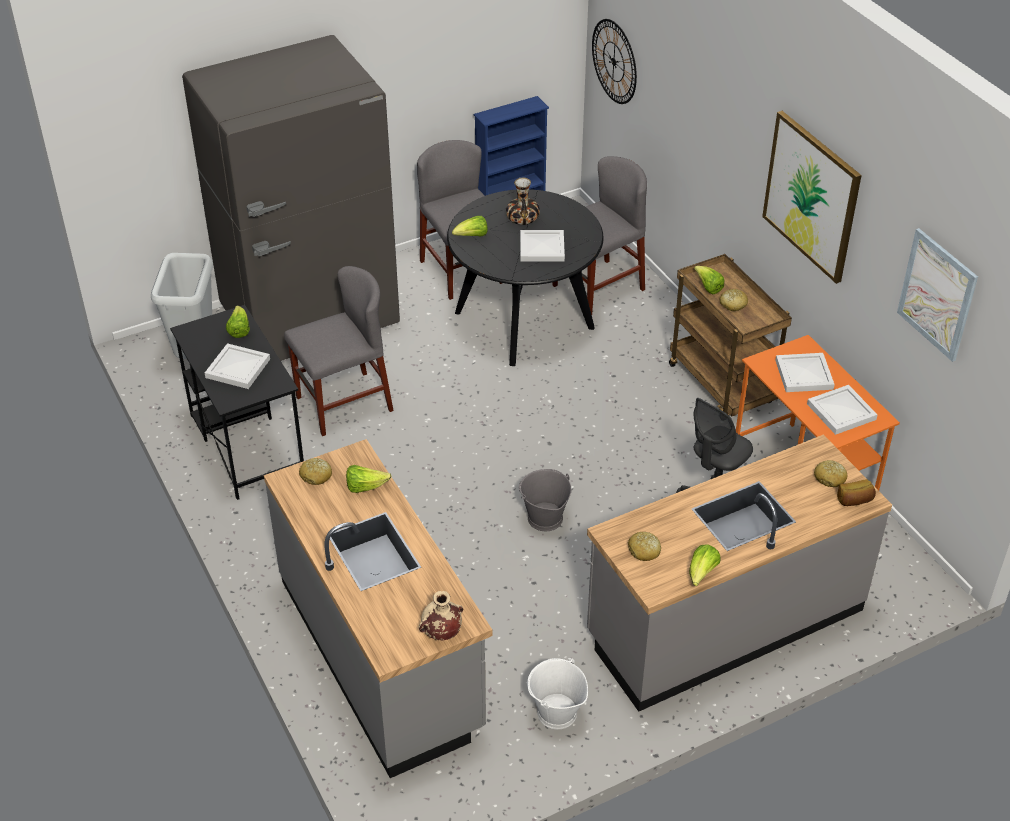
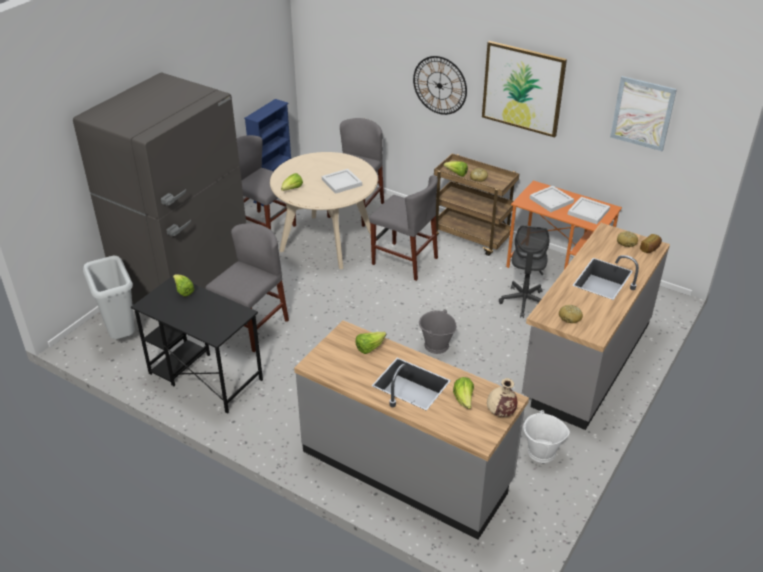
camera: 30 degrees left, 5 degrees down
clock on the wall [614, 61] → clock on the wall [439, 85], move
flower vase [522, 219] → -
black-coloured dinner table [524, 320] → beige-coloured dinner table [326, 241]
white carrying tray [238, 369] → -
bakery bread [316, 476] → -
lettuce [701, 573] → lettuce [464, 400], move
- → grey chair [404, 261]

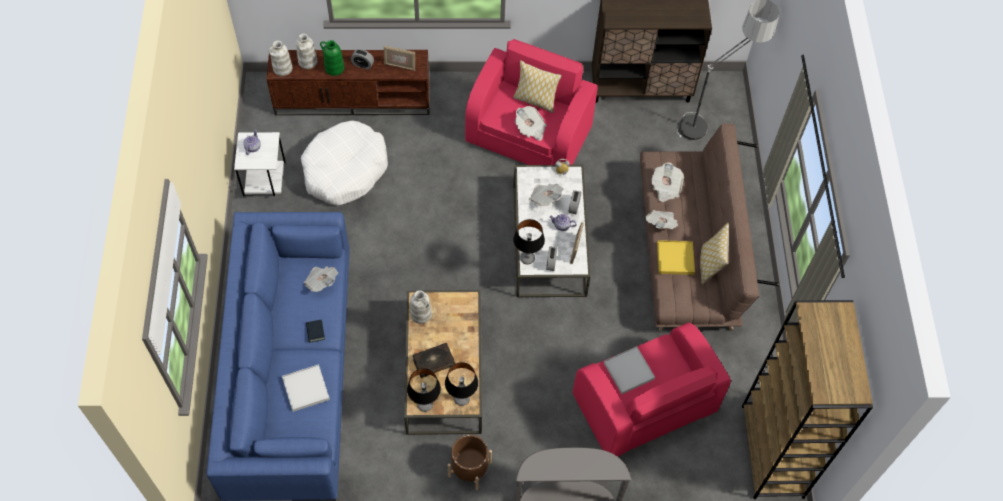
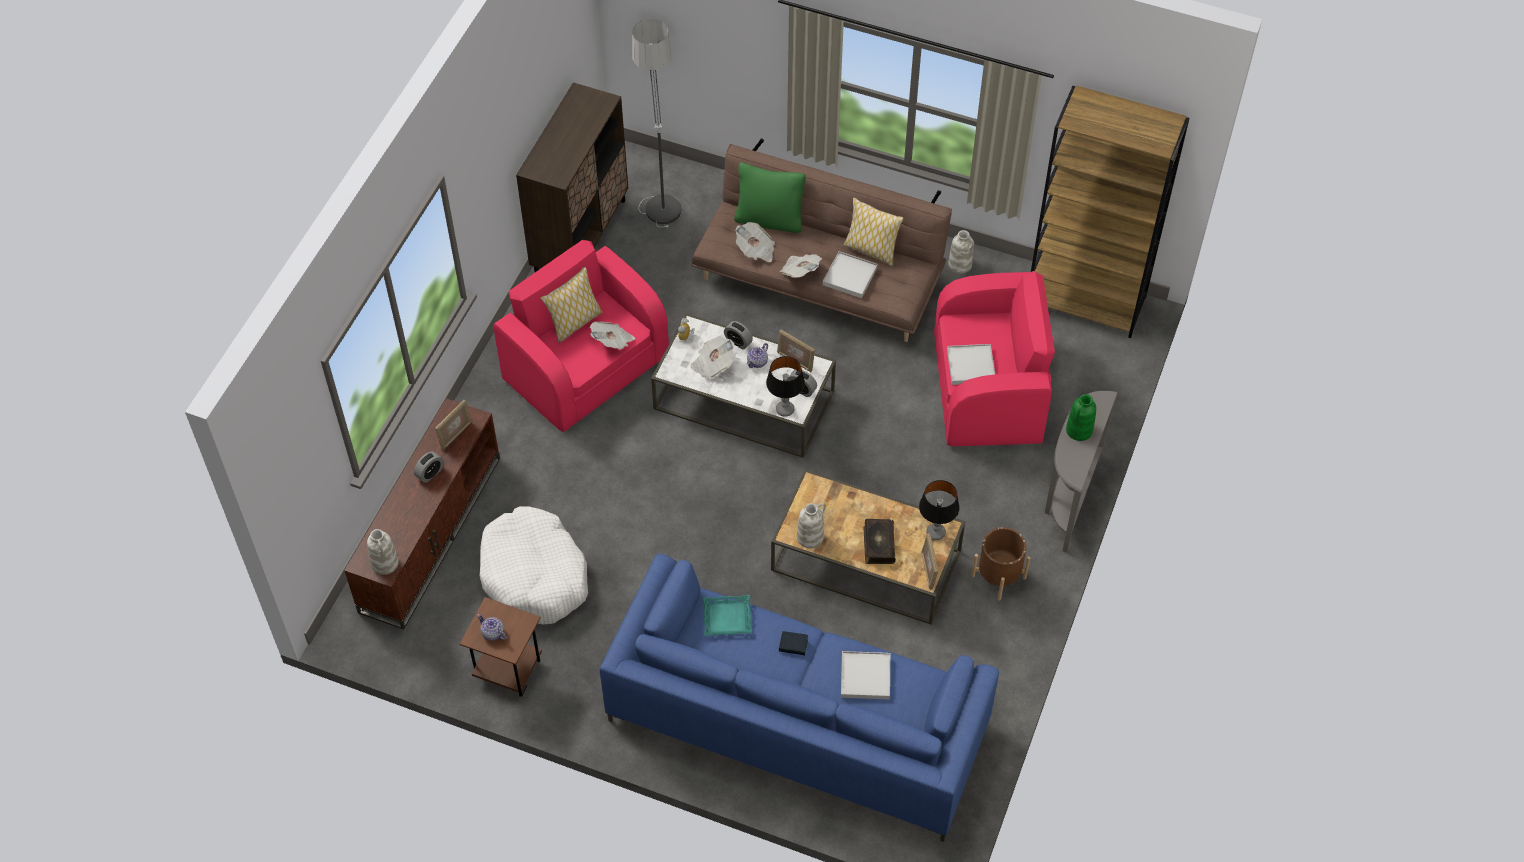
camera: 65 degrees left, 5 degrees down
white flower vase [308, 62] → white flower vase [960, 265], move
green flower vase [334, 68] → green flower vase [1079, 430], move
white accent table [265, 183] → brown-coloured accent table [507, 671]
yellow carrying tray [675, 258] → white carrying tray [849, 276]
daily paper [321, 282] → turquoise-coloured carrying tray [727, 618]
tabletop lamp [425, 405] → standing frame [928, 570]
- → green cushion [769, 219]

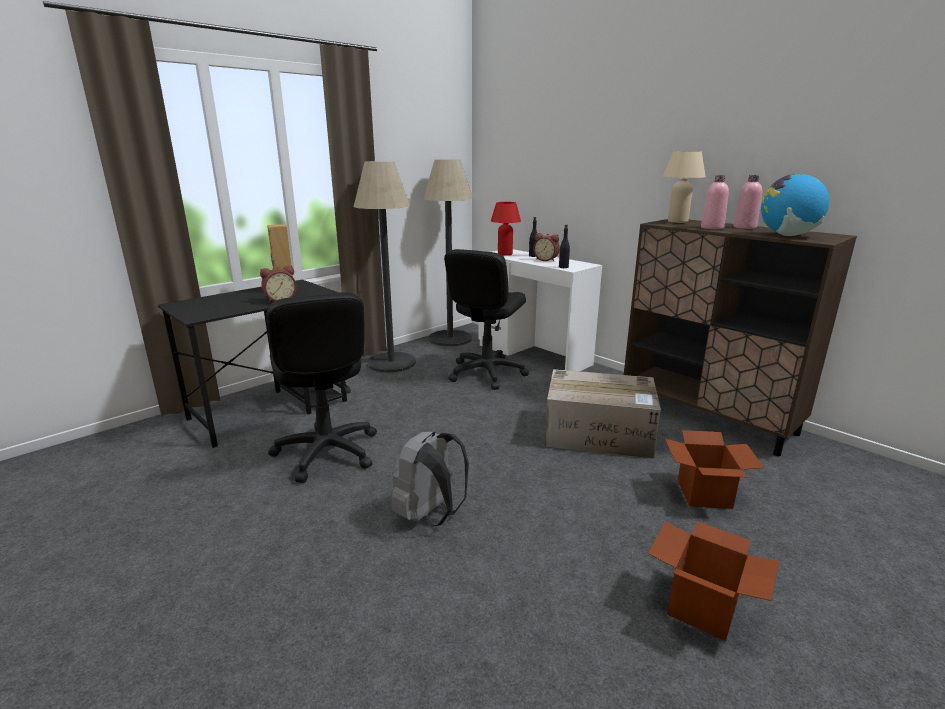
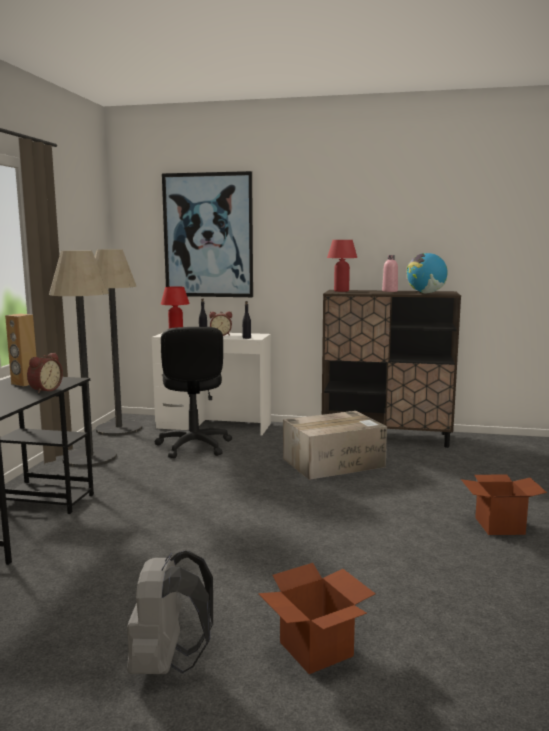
camera: 35 degrees left, 10 degrees down
beige-coloured tabletop lamp [677, 221] → red-coloured tabletop lamp [341, 291]
pink beverage bottle [712, 228] → -
black-coloured computer chair [326, 452] → -
carton [703, 494] → carton [315, 649], move
grey knapsack [430, 515] → grey knapsack [167, 663], move
- → picture [208, 235]

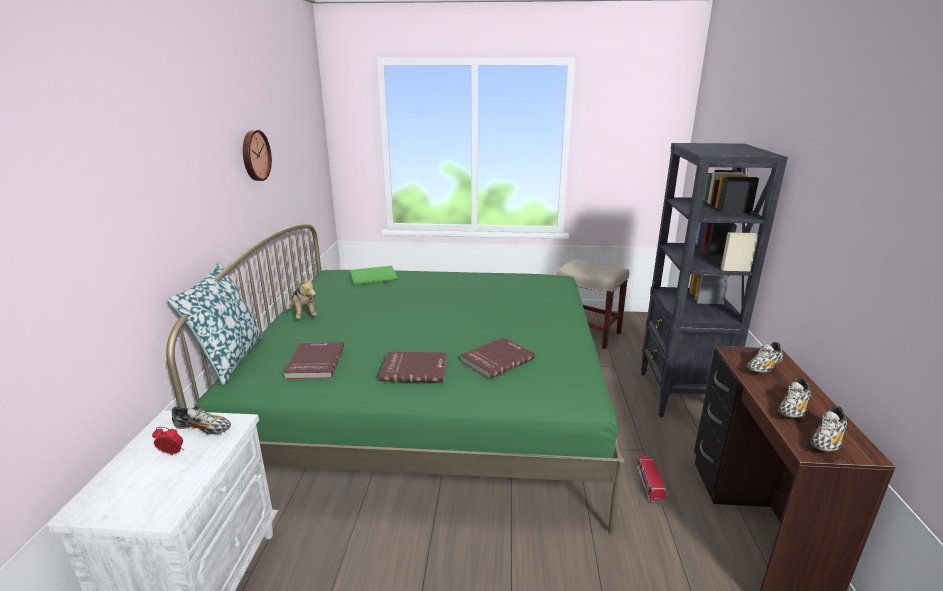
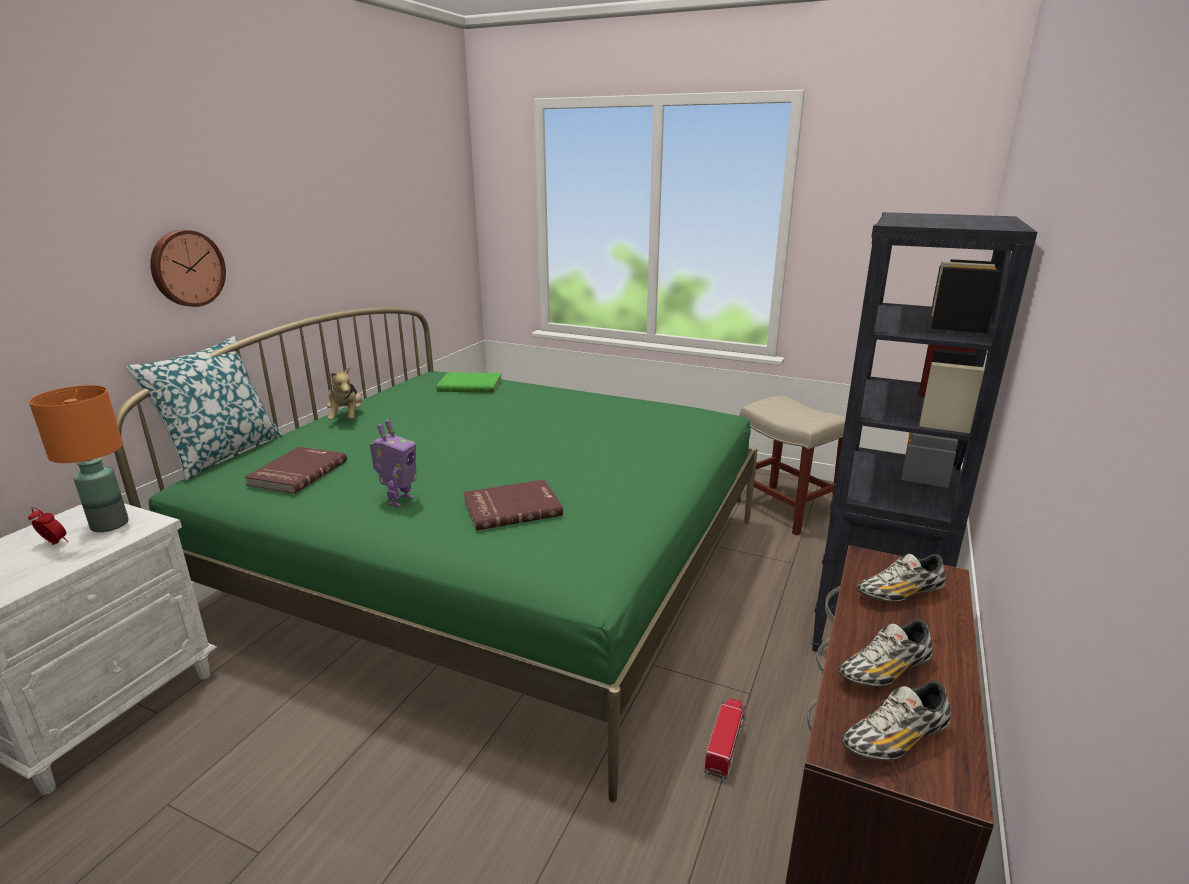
camera: 20 degrees right, 0 degrees up
clock on the wall [254, 155] → clock on the wall [186, 268], move
red-coloured volume [414, 369] → robot figure [399, 500]
item of footwear [203, 429] → orange-coloured tabletop lamp [110, 524]

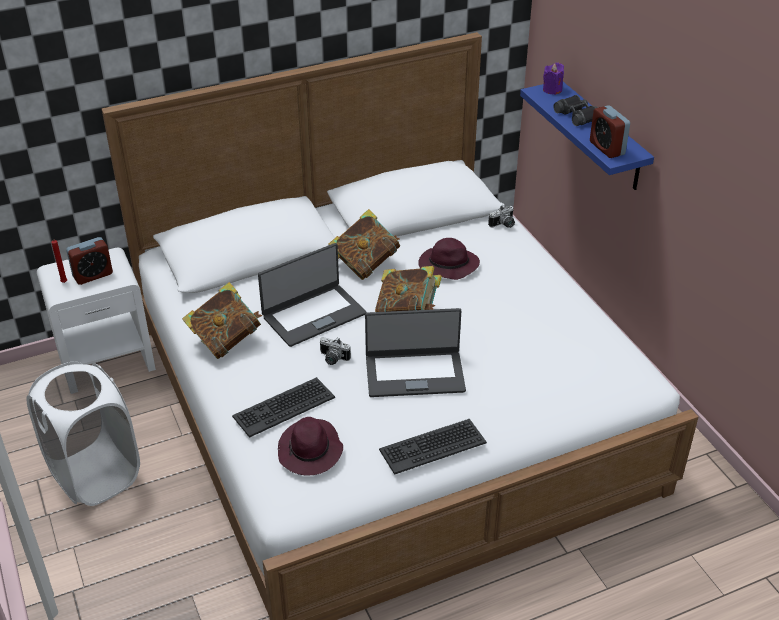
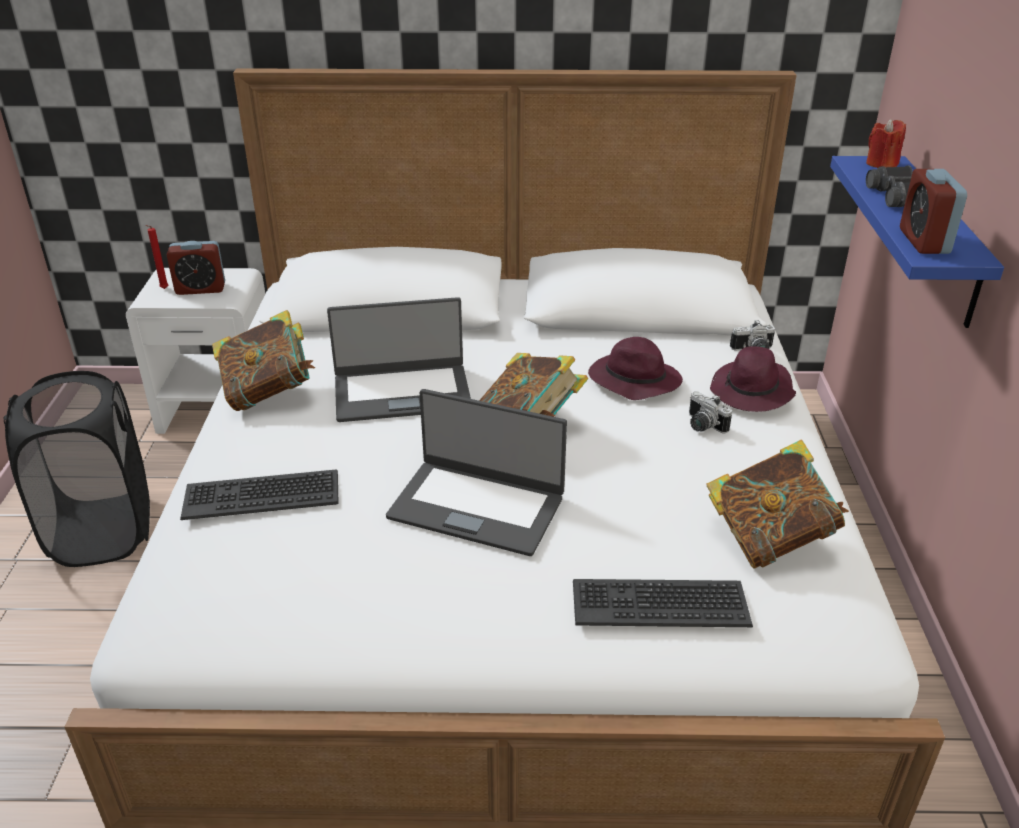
camera: 25 degrees right, 5 degrees down
purple-coloured wax candle [552, 90] → red-coloured wax candle [881, 163]
volume [365, 264] → volume [769, 539], move
still camera [332, 359] → still camera [702, 426], move
white laundry basket [95, 475] → black-coloured laundry basket [102, 531]
purple-coloured wearable hat [310, 451] → purple-coloured wearable hat [752, 391], move
computer keyboard [432, 446] → computer keyboard [660, 603], move

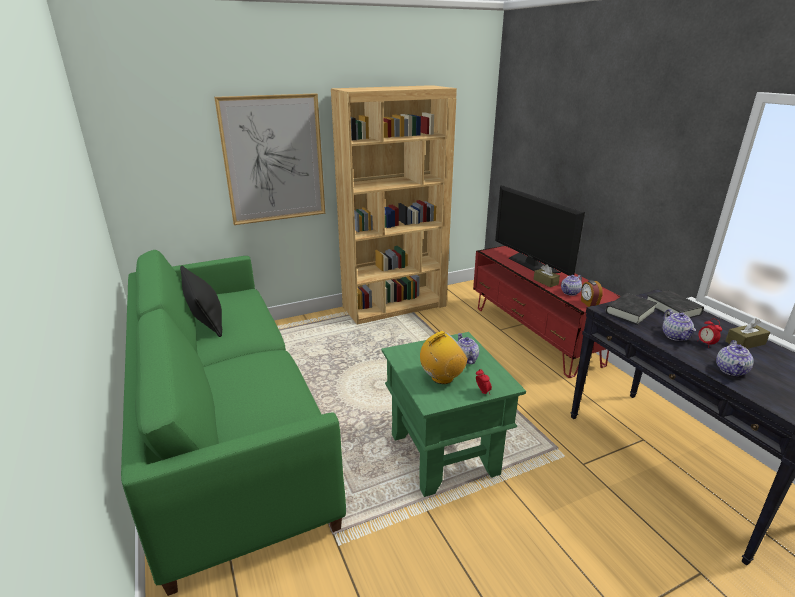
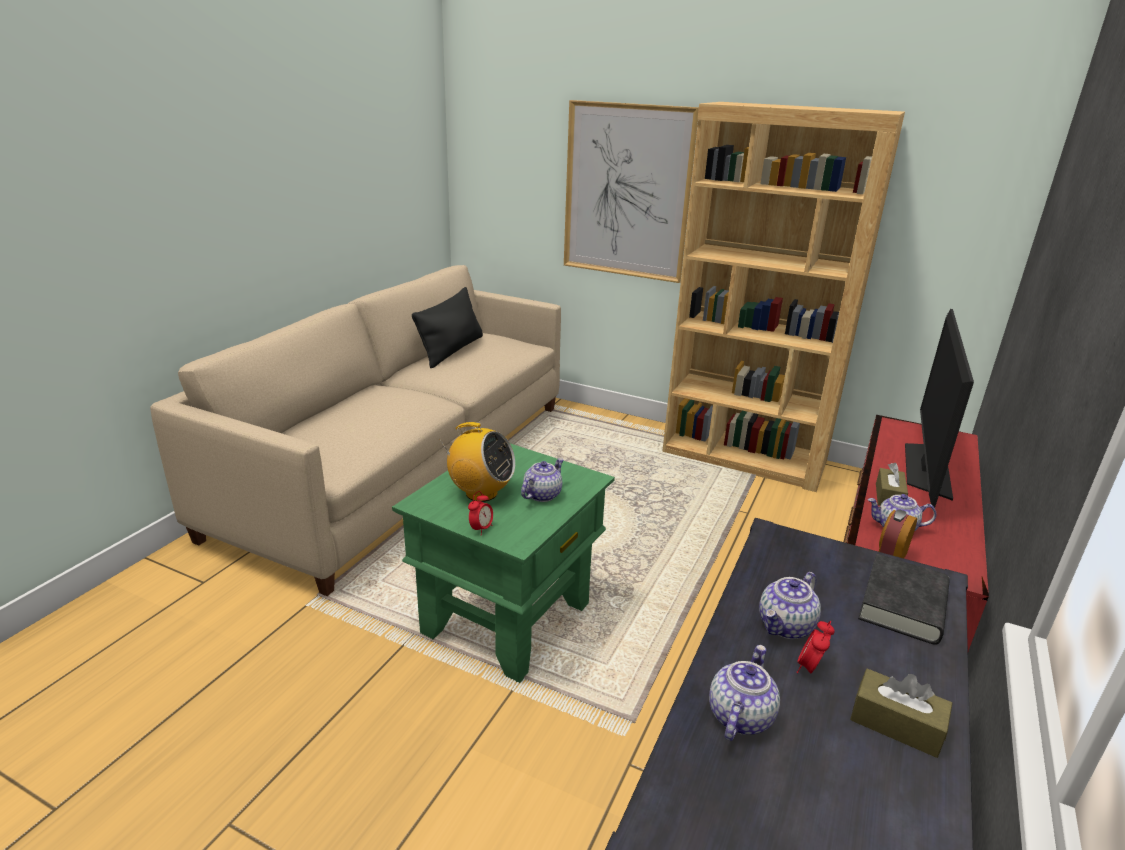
camera: 50 degrees right, 0 degrees up
green settee [226, 424] → beige-coloured settee [404, 464]
black-coloured volume [630, 312] → -
tea pot [731, 370] → tea pot [739, 715], 135 degrees clockwise

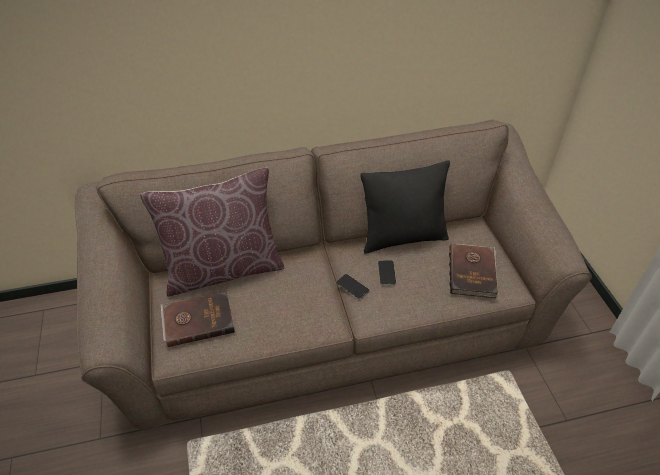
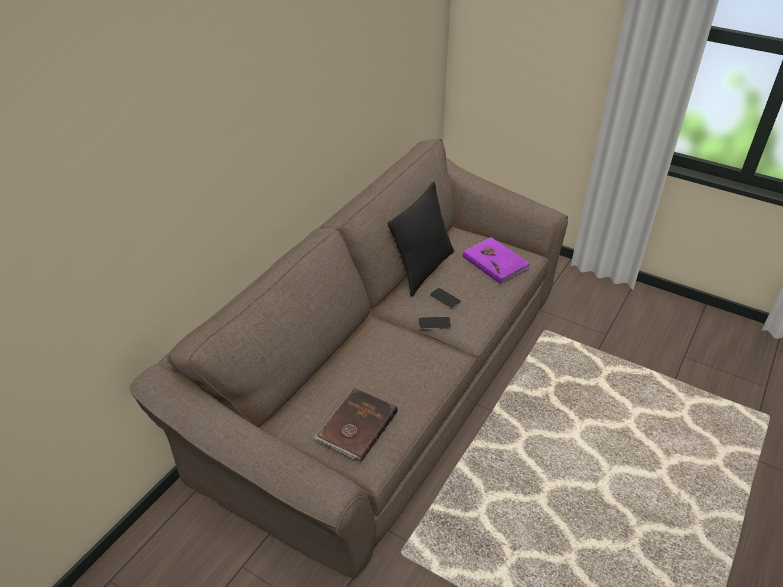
camera: 45 degrees left, 5 degrees down
brown-coloured cushion [223, 269] → -
brown-coloured volume [473, 272] → purple-coloured volume [495, 262]

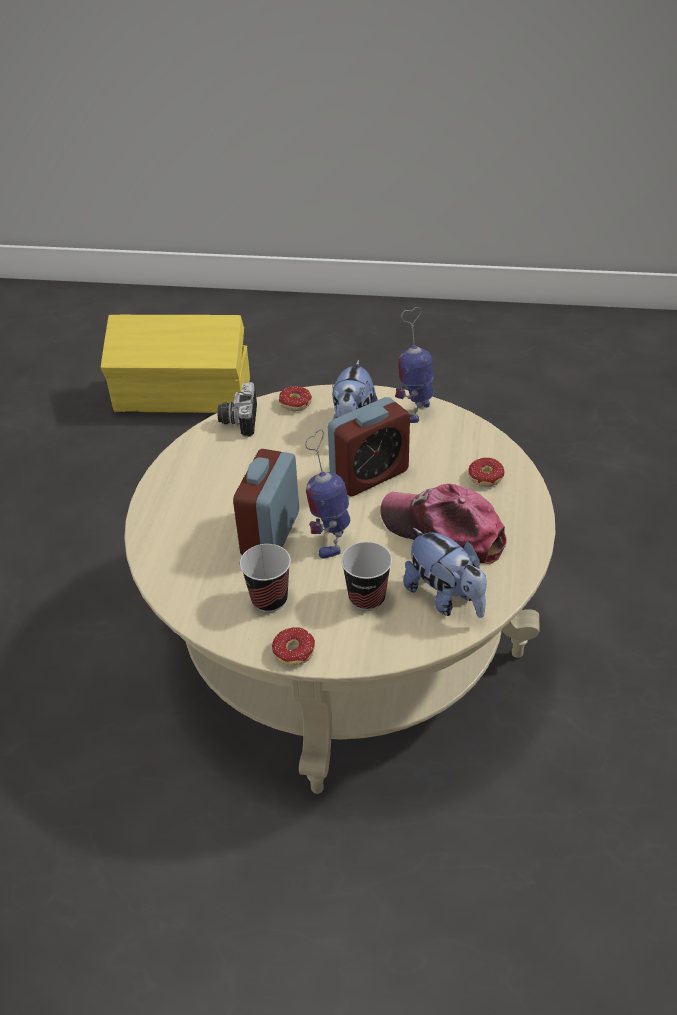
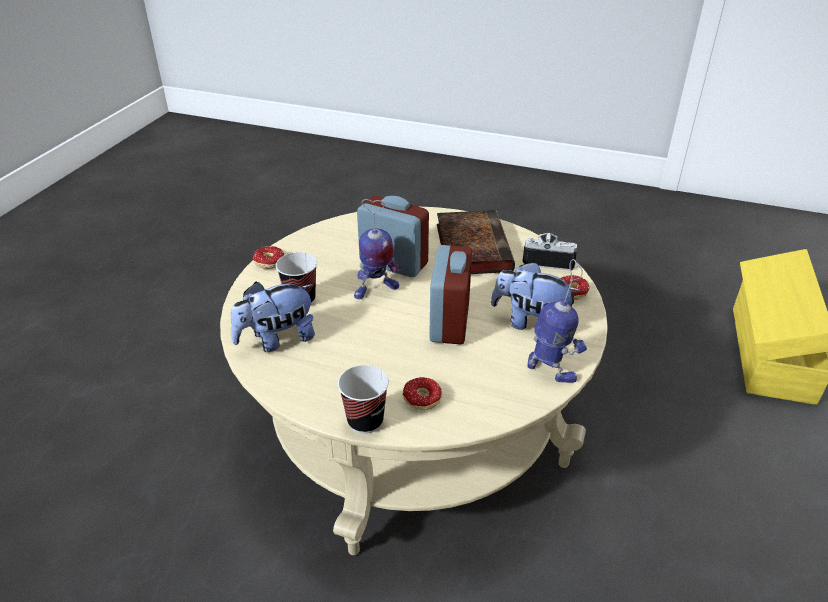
camera: 100 degrees right, 5 degrees down
alarm clock [369, 475] → alarm clock [449, 322], 150 degrees counterclockwise
robot figure [330, 538] → robot figure [375, 290], 135 degrees clockwise
peaked cap [443, 531] → -
drinking cup [269, 599] → drinking cup [365, 421], move
- → volume [471, 246]

